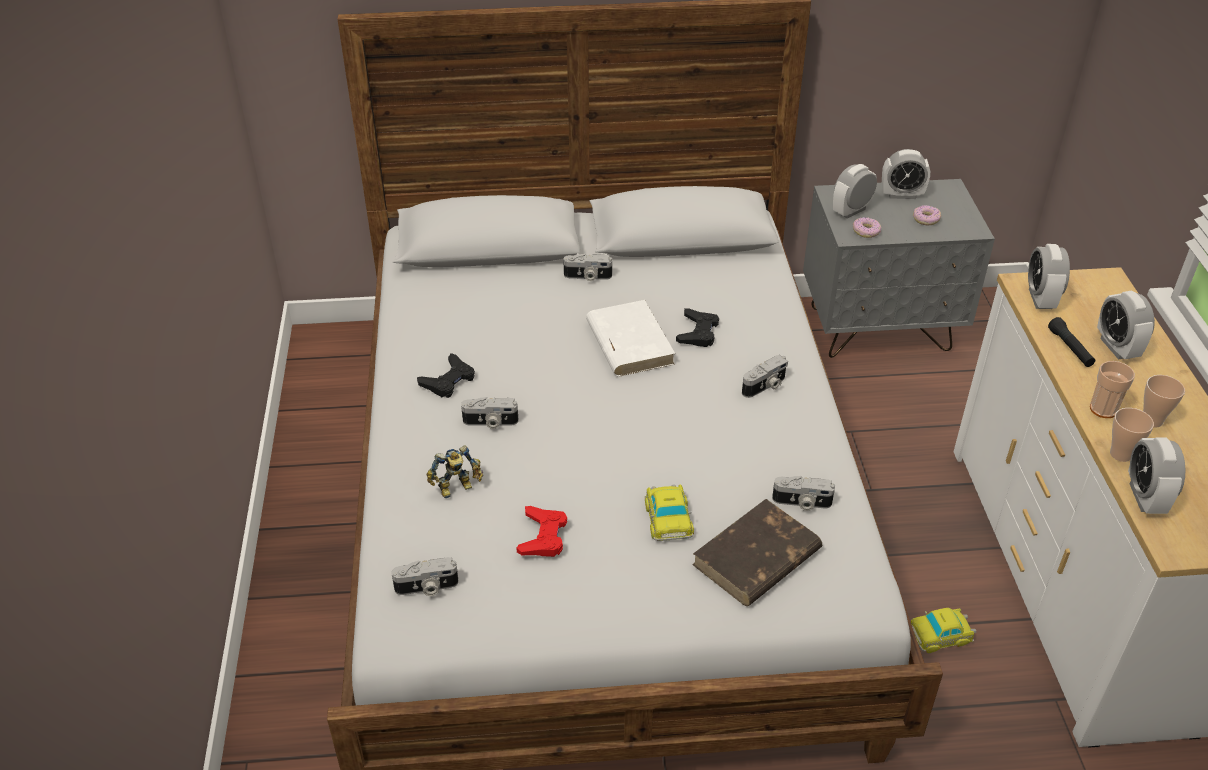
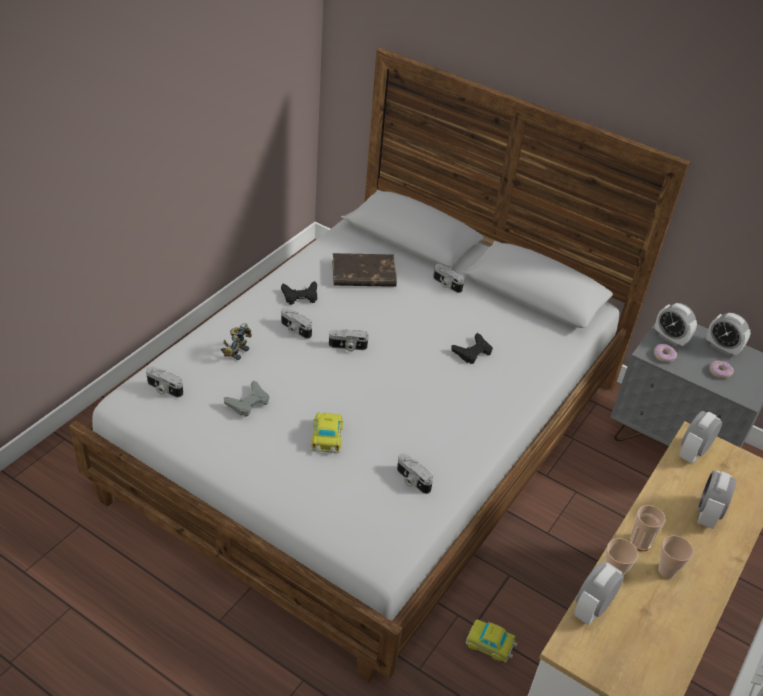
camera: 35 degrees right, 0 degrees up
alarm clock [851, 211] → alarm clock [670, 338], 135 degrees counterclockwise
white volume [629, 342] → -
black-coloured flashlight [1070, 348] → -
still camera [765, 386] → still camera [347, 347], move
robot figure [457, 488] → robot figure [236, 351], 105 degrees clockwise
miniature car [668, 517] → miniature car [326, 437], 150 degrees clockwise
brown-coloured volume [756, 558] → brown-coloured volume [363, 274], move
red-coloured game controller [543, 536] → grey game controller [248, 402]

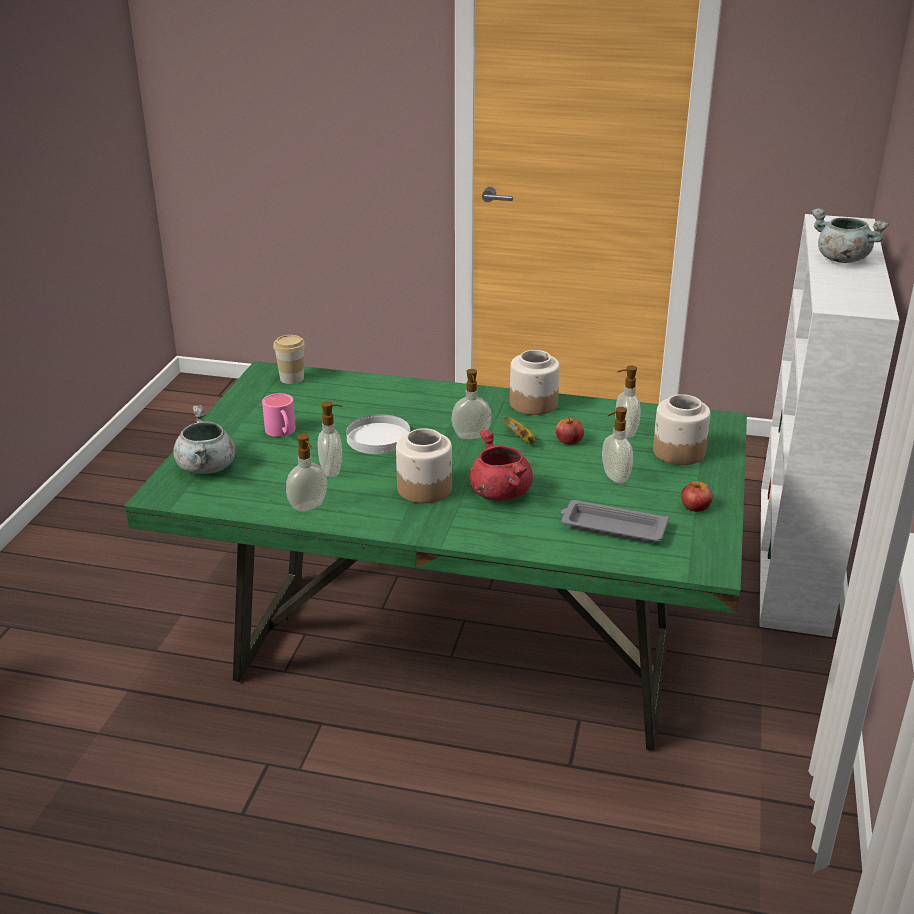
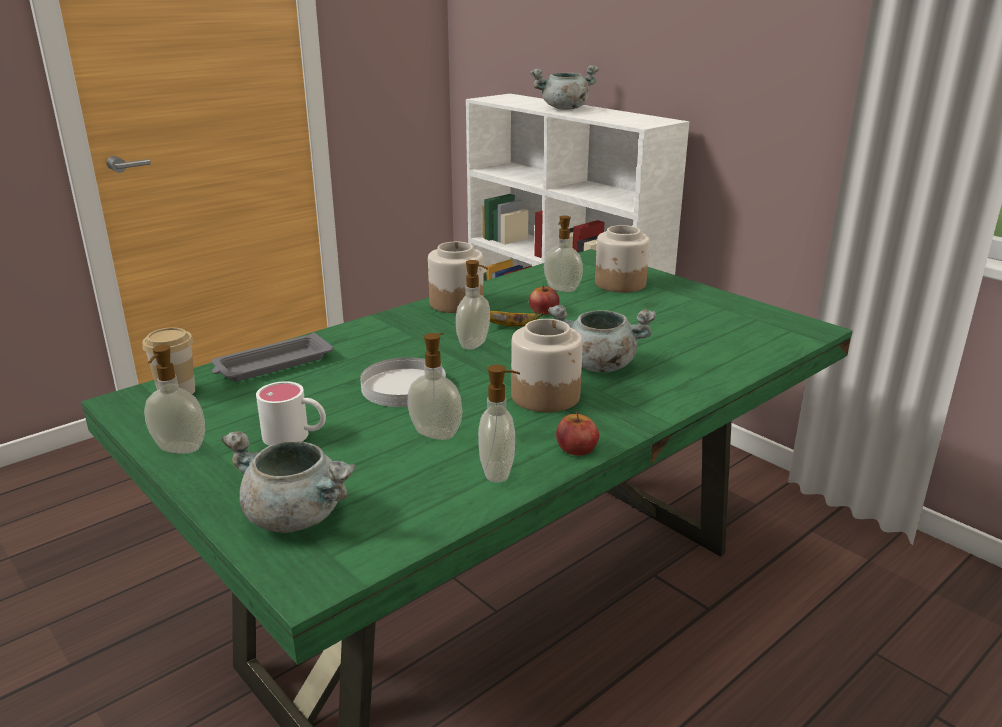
camera: 55 degrees left, 5 degrees down
pink coffee mug [282, 432] → white coffee mug [295, 436]
liquid soap bottle [614, 477] → liquid soap bottle [179, 449], move
red-coloured saucepot [499, 492] → grey saucepot [598, 365]
whole apple [695, 506] → whole apple [576, 448], move
grey carrying tray [611, 527] → grey carrying tray [271, 364], move

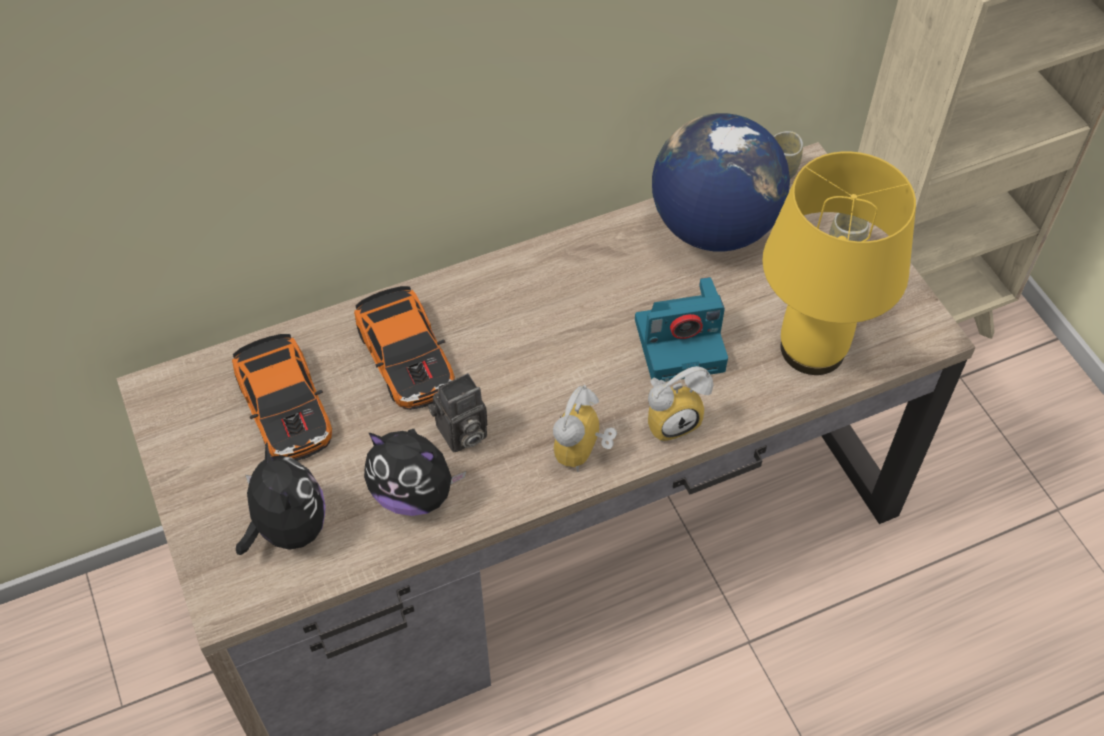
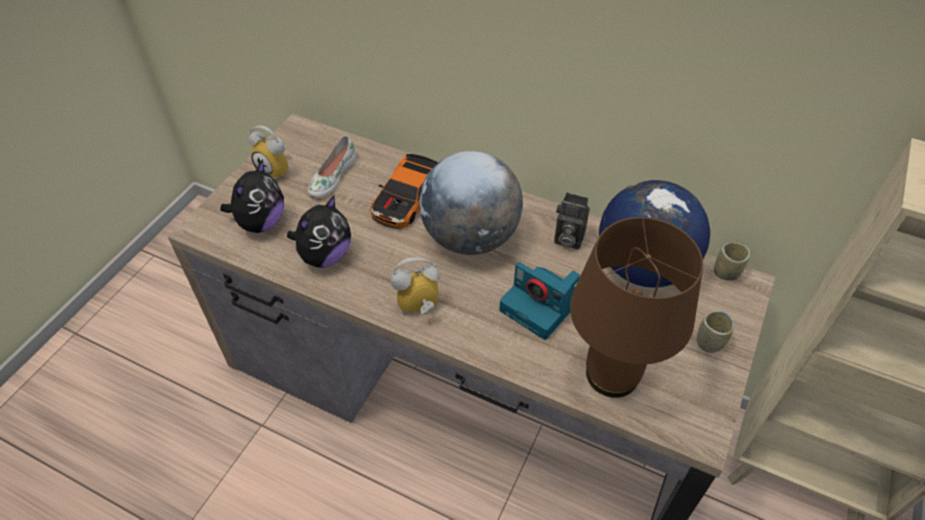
camera: 50 degrees right, 5 degrees down
yellow tabletop lamp [810, 348] → brown-coloured tabletop lamp [611, 373]
miniature car [287, 406] → white item of footwear [332, 176]
alarm clock [672, 418] → alarm clock [278, 169], move
still camera [461, 435] → still camera [567, 238], move
plush toy [414, 493] → plush toy [325, 256], 120 degrees counterclockwise
- → globe [470, 237]

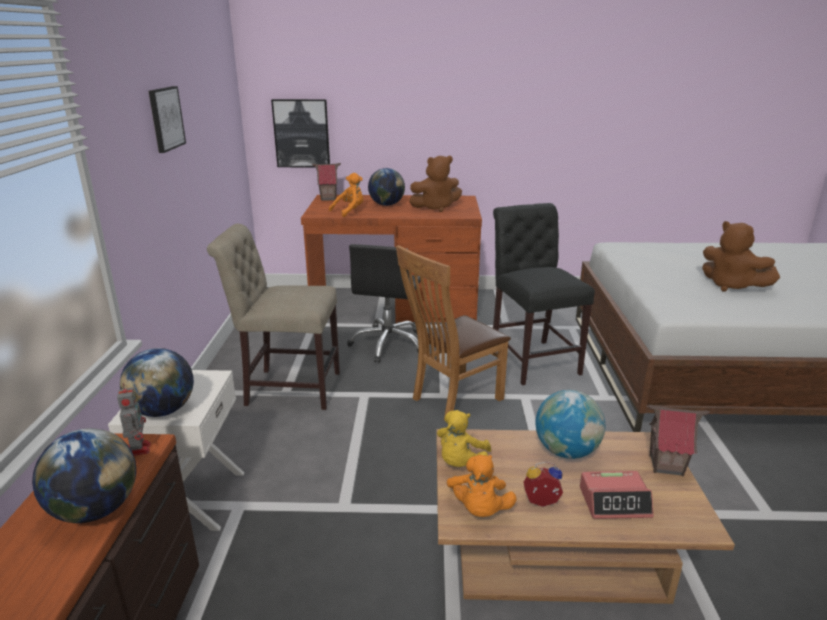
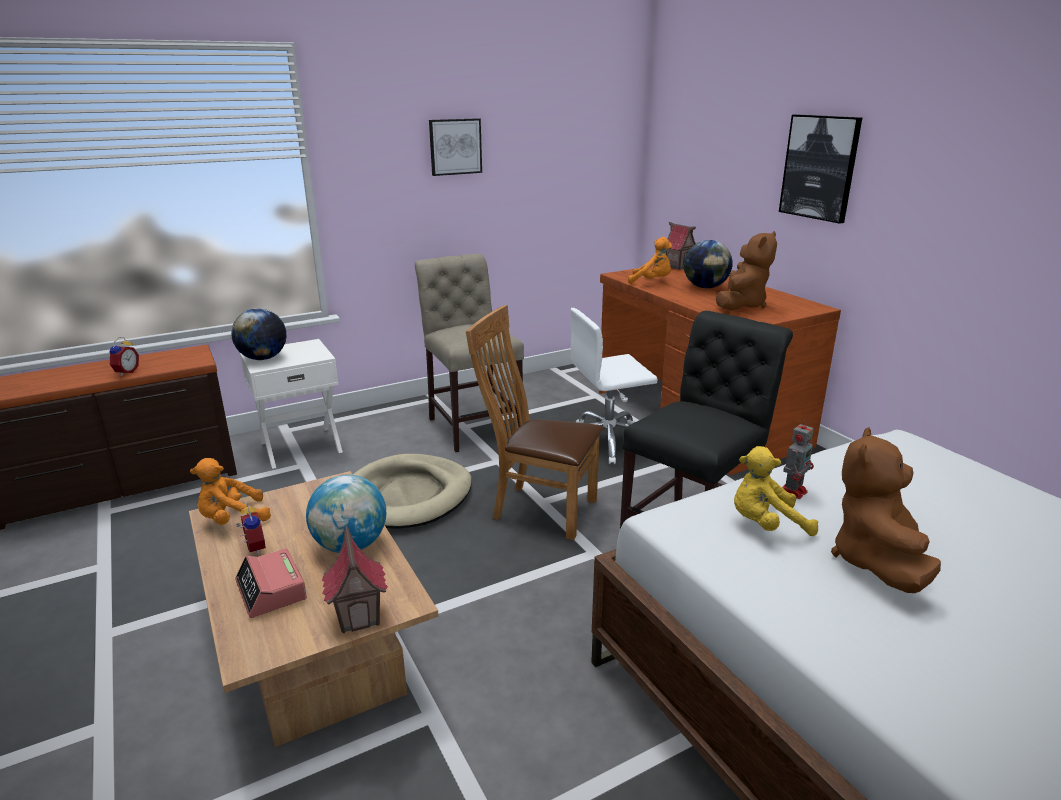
camera: 60 degrees right, 0 degrees up
picture [301, 133] → picture [819, 167], move
brown-coloured plush toy [436, 208] → brown-coloured plush toy [741, 305], 105 degrees counterclockwise
black-coloured computer chair [388, 344] → white computer chair [607, 441]
robot figure [138, 448] → robot figure [793, 491], move
yellow plush toy [460, 463] → yellow plush toy [765, 524], move
globe [95, 510] → alarm clock [125, 372]
- → beige-coloured dog cushion [407, 496]

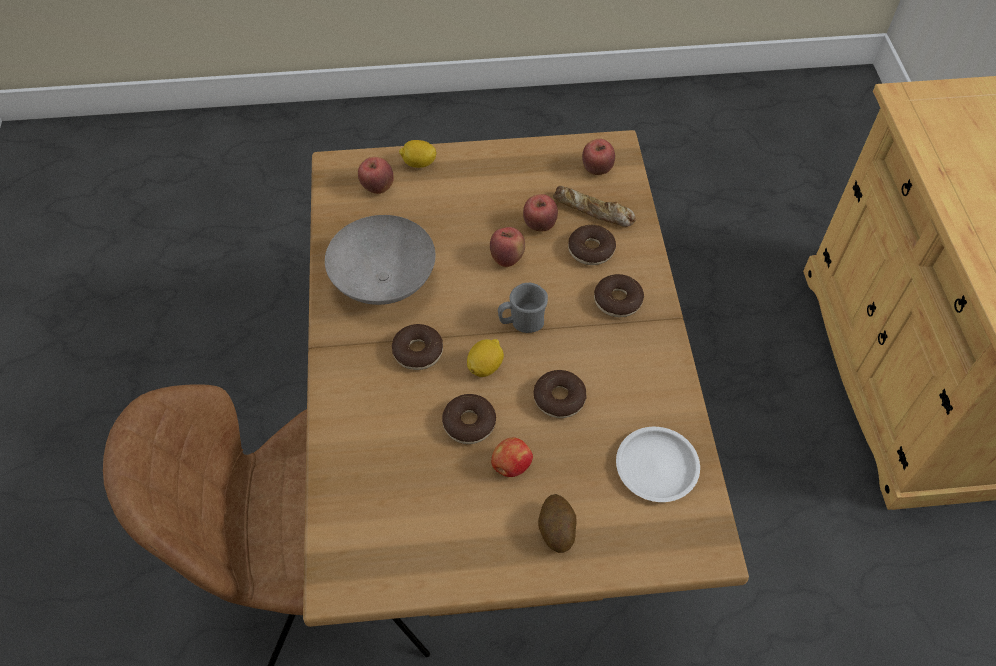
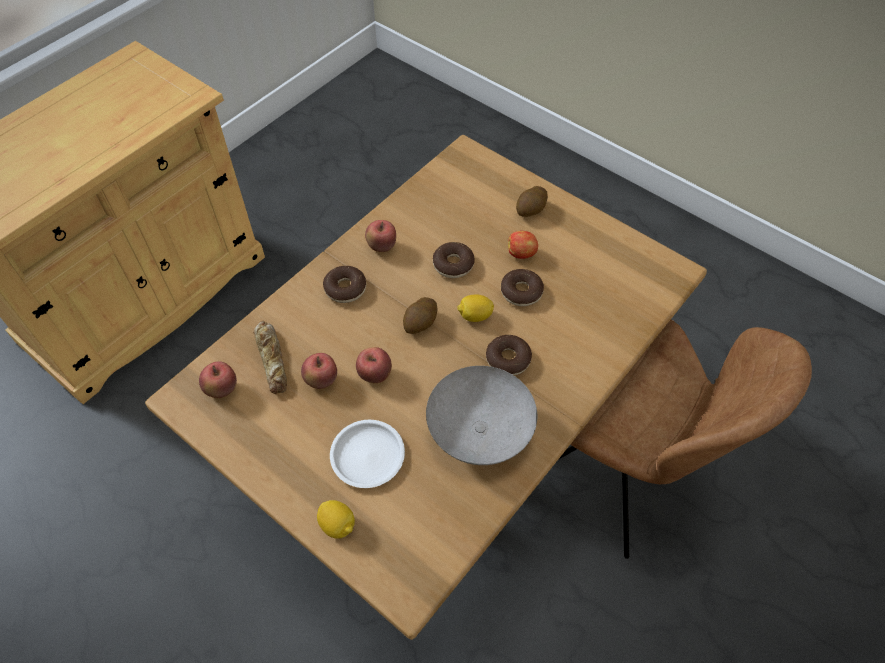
camera: 135 degrees left, 0 degrees up
whole apple [377, 188] → whole apple [381, 247], move
doughnut [591, 250] → -
grey coffee mug [522, 323] → whole potato [420, 323]
white plate [657, 466] → white plate [367, 456], move

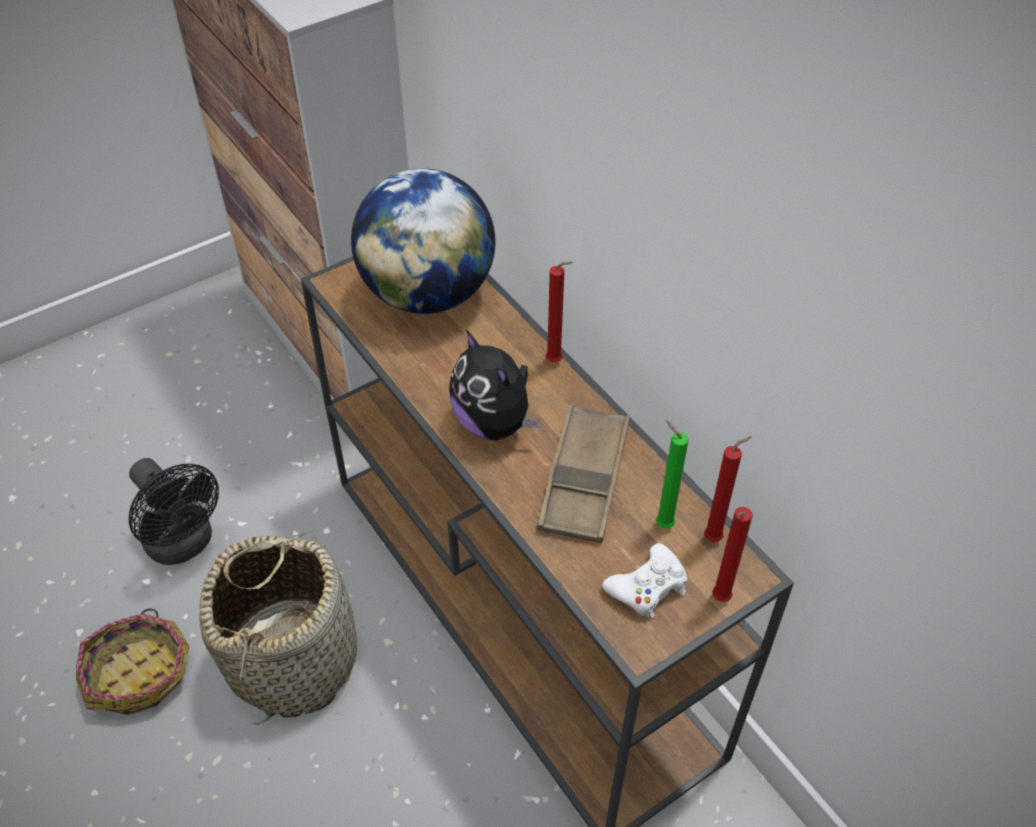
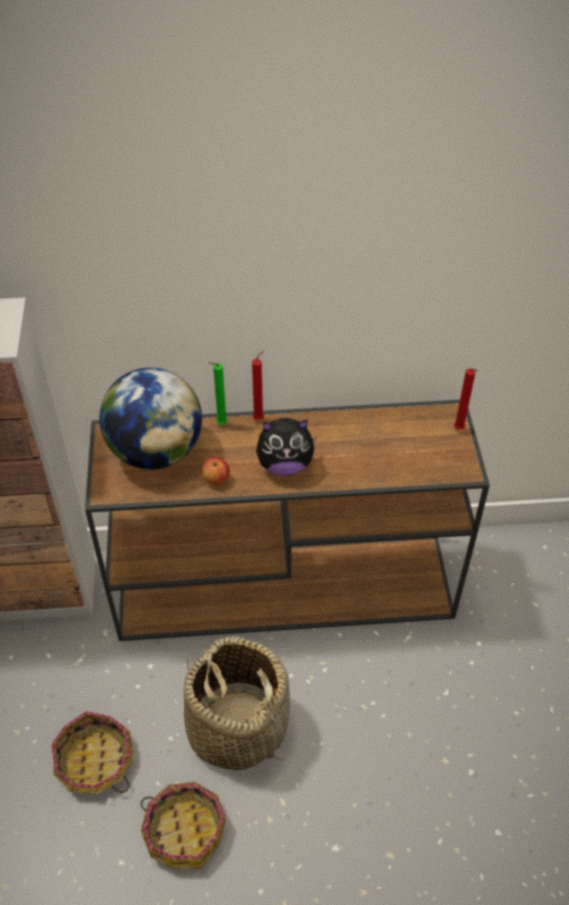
camera: 60 degrees left, 0 degrees up
brown-coloured carrying tray [584, 479] → -
green wax candle [661, 523] → green wax candle [220, 424], move
red-coloured wax candle [715, 538] → -
black-coloured fan [185, 544] → household basket [95, 761]
white game controller [648, 587] → -
- → whole apple [216, 479]

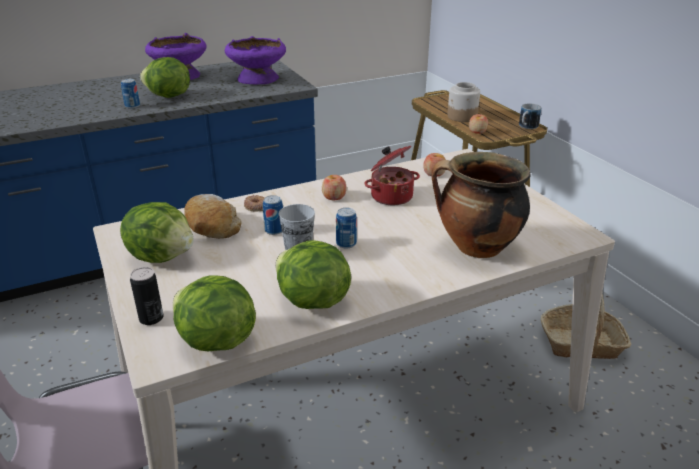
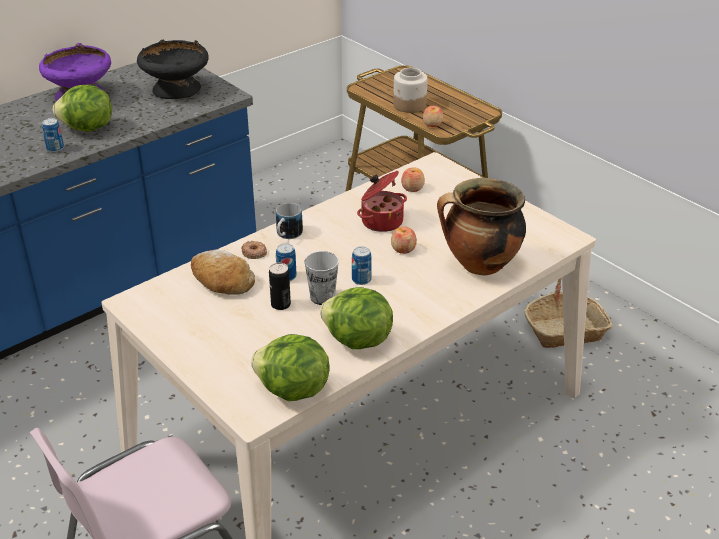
camera: 15 degrees left, 5 degrees up
purple-coloured serving bowl [257, 79] → black-coloured serving bowl [176, 90]
coffee mug [526, 127] → coffee mug [287, 235], move
whole apple [334, 197] → whole apple [403, 249], move
lettuce [162, 256] → -
metal can [151, 318] → metal can [280, 304], move

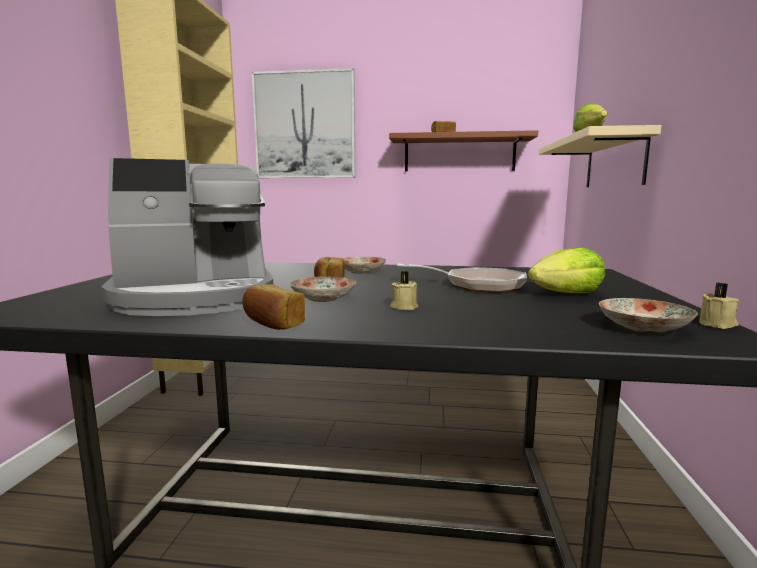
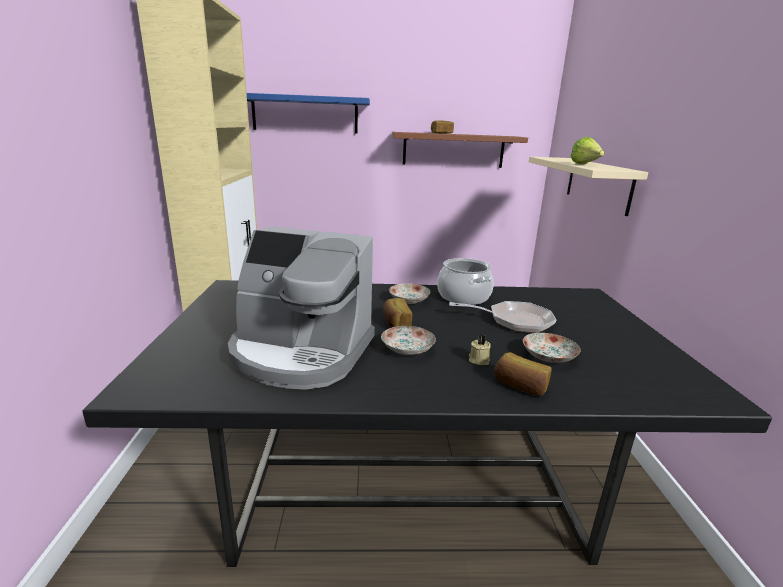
camera: 10 degrees left, 10 degrees up
picture [304, 125] → bluish wall shelf [305, 114]
coffee machine [196, 298] → coffee machine [301, 353], 45 degrees clockwise
lettuce [566, 294] → -
beige-coloured wax candle [718, 324] → -
bakery bread [272, 324] → bakery bread [520, 386], move
plate [643, 328] → plate [548, 357], move
- → saucepot [463, 296]

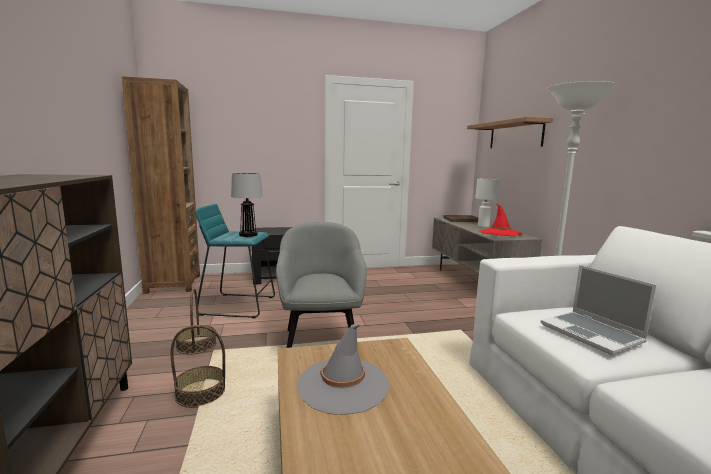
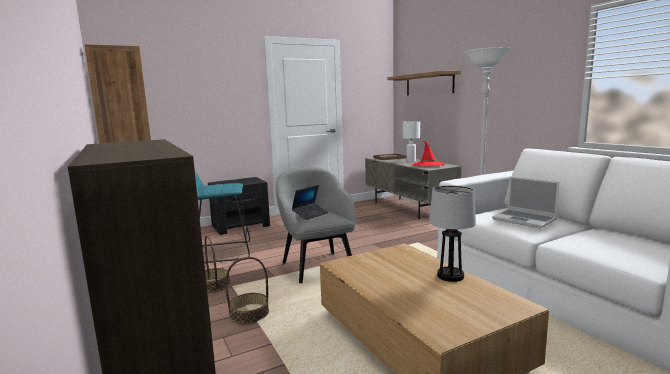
camera: 15 degrees left, 0 degrees up
tabletop lamp [248, 235] → tabletop lamp [450, 276], move
grey wearable hat [343, 385] → -
- → notebook computer [310, 214]

